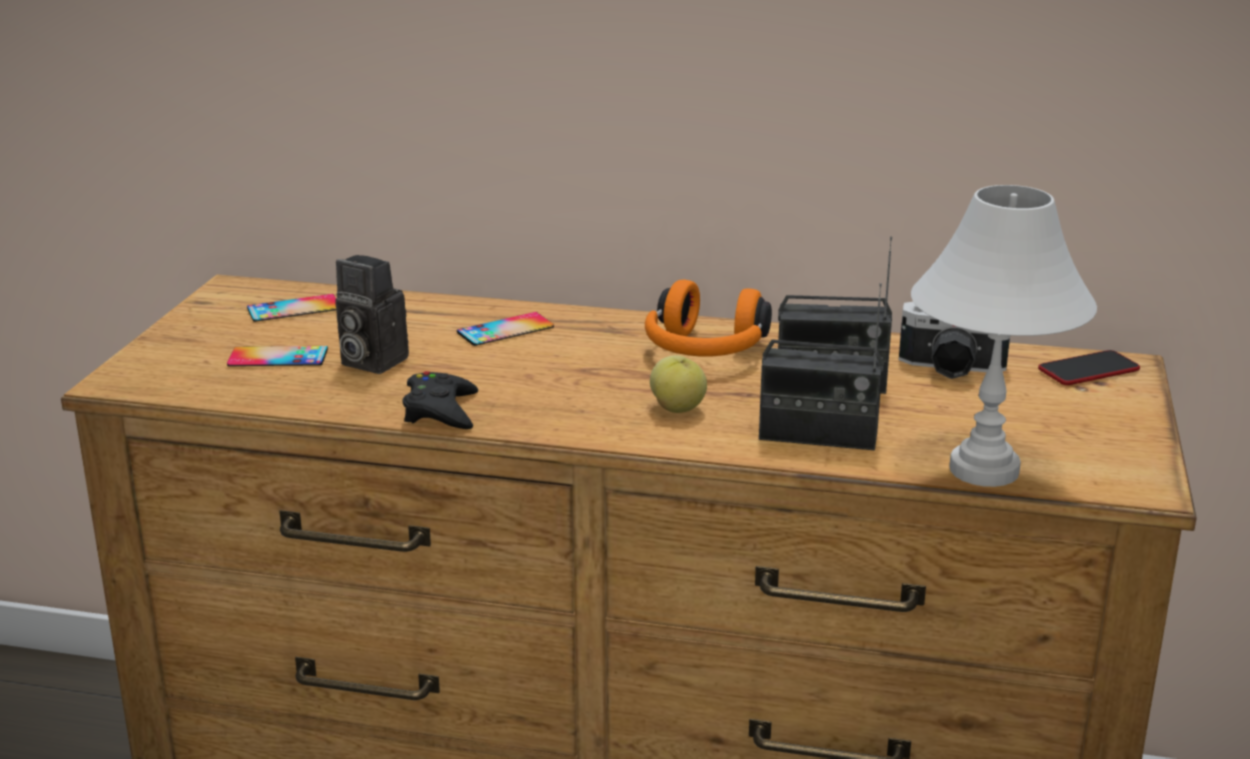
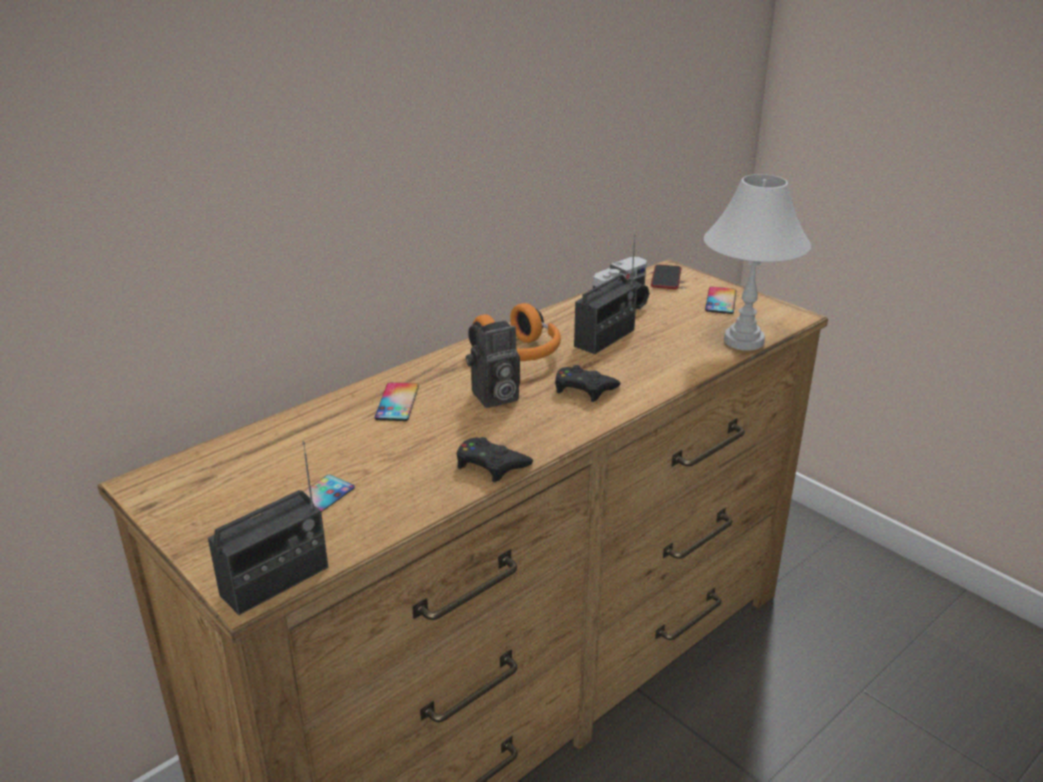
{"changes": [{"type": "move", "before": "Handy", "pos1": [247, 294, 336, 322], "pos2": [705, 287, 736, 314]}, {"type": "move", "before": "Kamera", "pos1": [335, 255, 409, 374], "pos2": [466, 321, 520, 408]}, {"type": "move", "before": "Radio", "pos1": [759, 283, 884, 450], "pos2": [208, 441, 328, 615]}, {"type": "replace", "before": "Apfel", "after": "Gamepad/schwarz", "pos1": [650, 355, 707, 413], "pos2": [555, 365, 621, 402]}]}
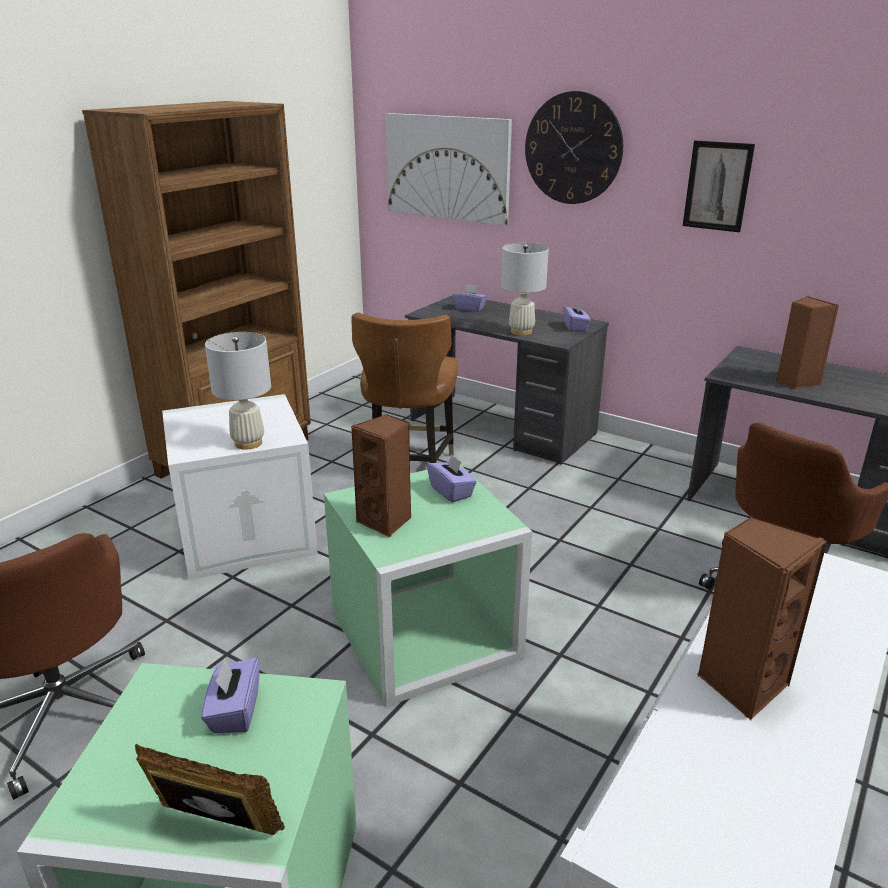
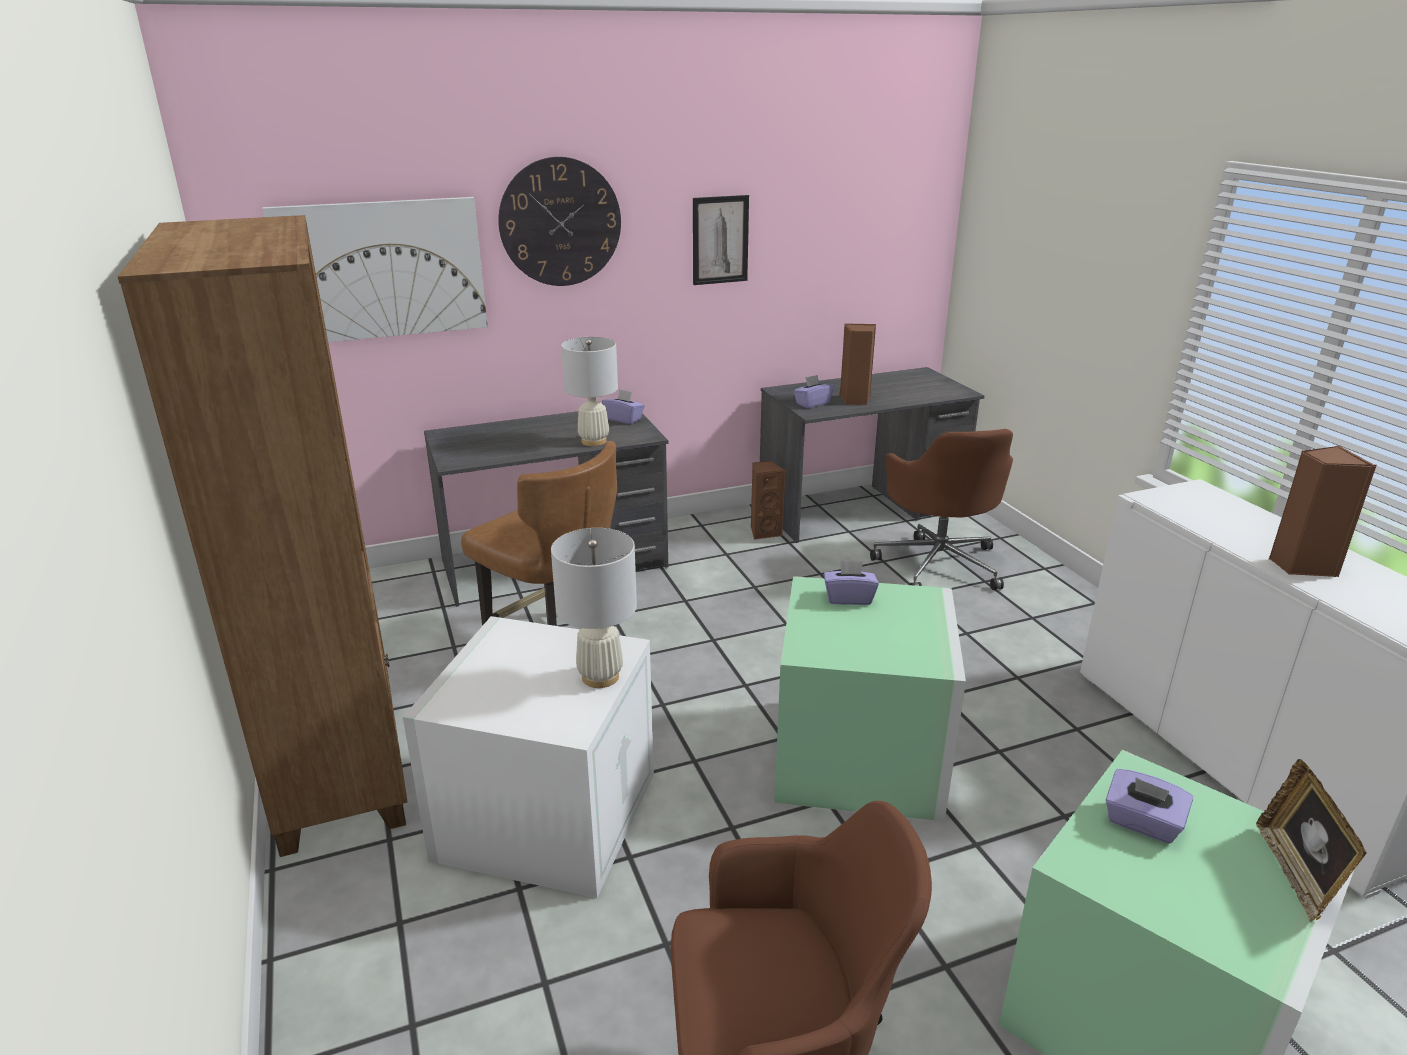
{"changes": [{"type": "move", "before": "Lautsprecher/braun", "pos1": [351, 414, 412, 537], "pos2": [751, 461, 785, 540]}, {"type": "move", "before": "Taschentuchbox/lila", "pos1": [453, 284, 487, 312], "pos2": [793, 375, 834, 408]}, {"type": "rotate", "before": "Bilderrahmen", "pos1": [135, 744, 285, 835], "pos2": [1256, 759, 1367, 922], "turn": -45}]}
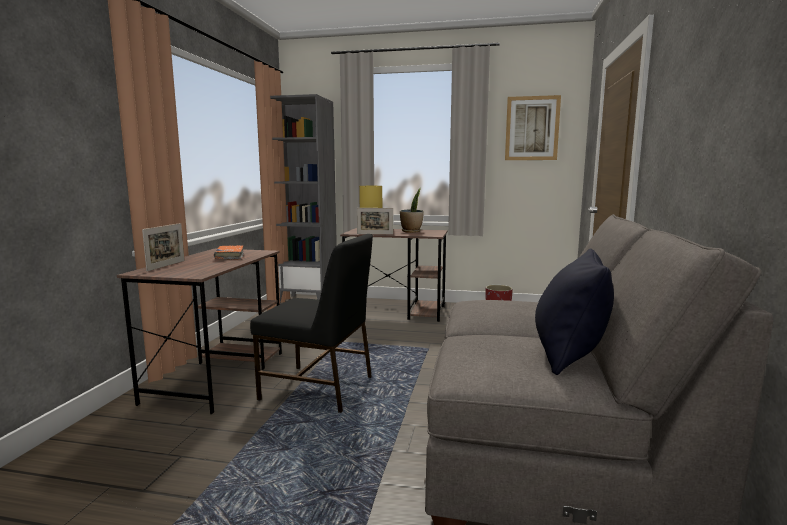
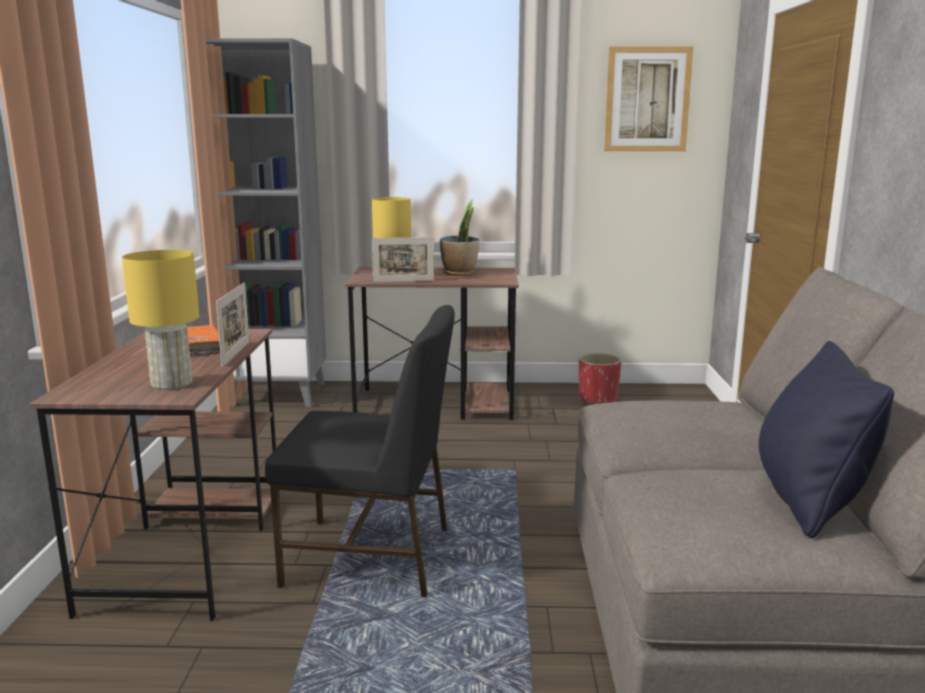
{"changes": [{"type": "insert", "after": "Tischlampe/gelb", "pos2": [122, 250, 200, 390]}, {"type": "move", "before": "Bilderrahmen", "pos1": [142, 223, 184, 271], "pos2": [216, 283, 250, 367]}]}
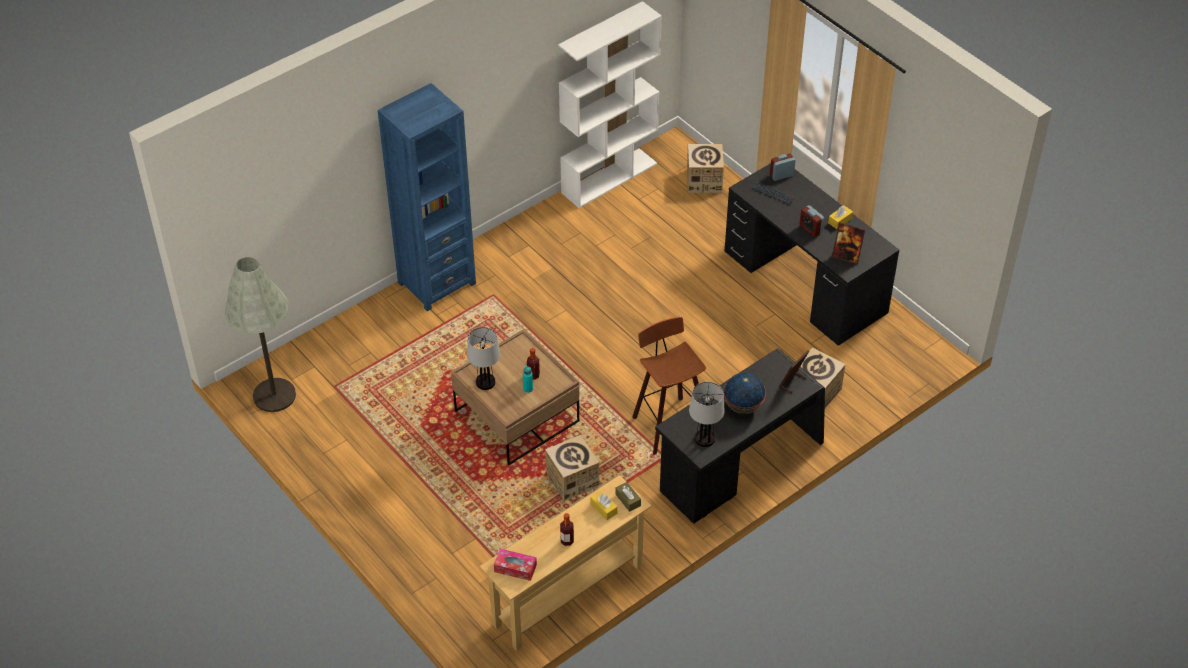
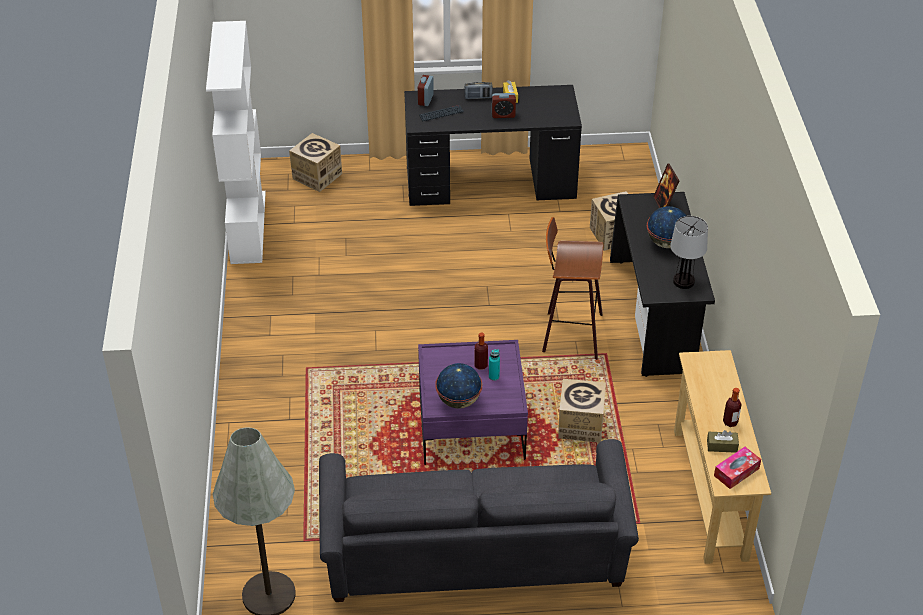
{"changes": [{"type": "delete", "before": "Bücherregal/blau", "pos1": [378, 83, 476, 312]}, {"type": "delete", "before": "Taschentuchbox/gelb", "pos1": [591, 491, 618, 520]}, {"type": "delete", "before": "Bilderrahmen", "pos1": [832, 222, 865, 264]}, {"type": "insert", "after": "Sofa/grau", "pos2": [319, 439, 639, 602]}, {"type": "insert", "after": "Radio", "pos2": [465, 82, 493, 99]}, {"type": "move", "before": "Taschentuchbox/braun", "pos1": [615, 482, 641, 512], "pos2": [707, 430, 739, 453]}, {"type": "replace", "before": "Tischlampe", "after": "Globus", "pos1": [467, 327, 501, 390], "pos2": [435, 363, 482, 408]}, {"type": "recolor", "before": "Couchtisch/braun", "after": "Couchtisch/lila", "pos1": [451, 329, 579, 466], "pos2": [418, 340, 528, 465]}]}
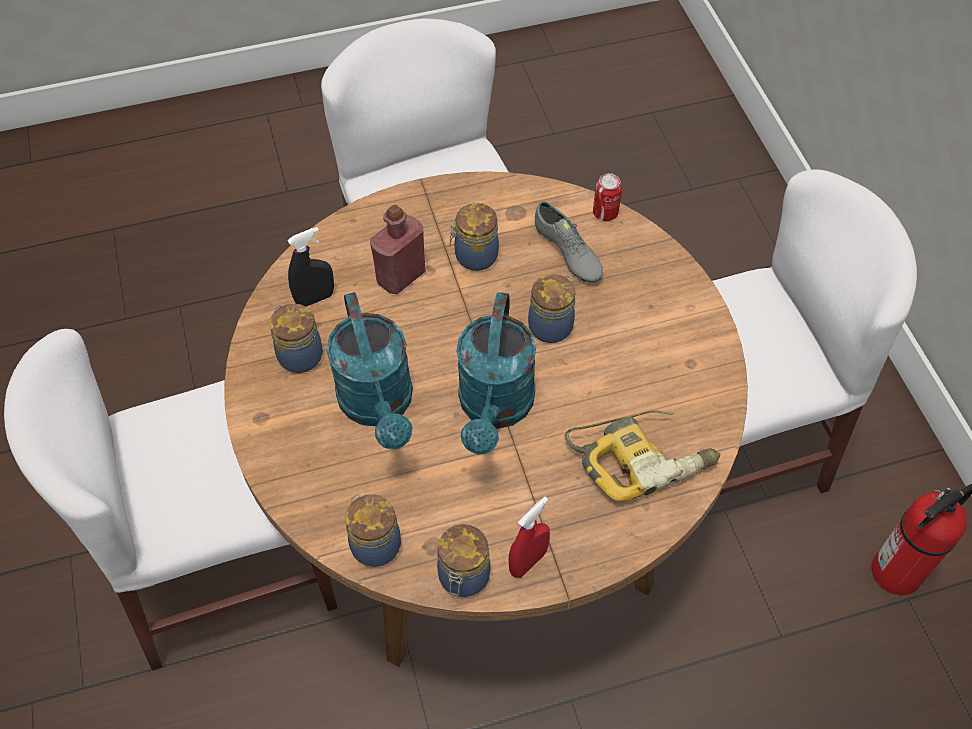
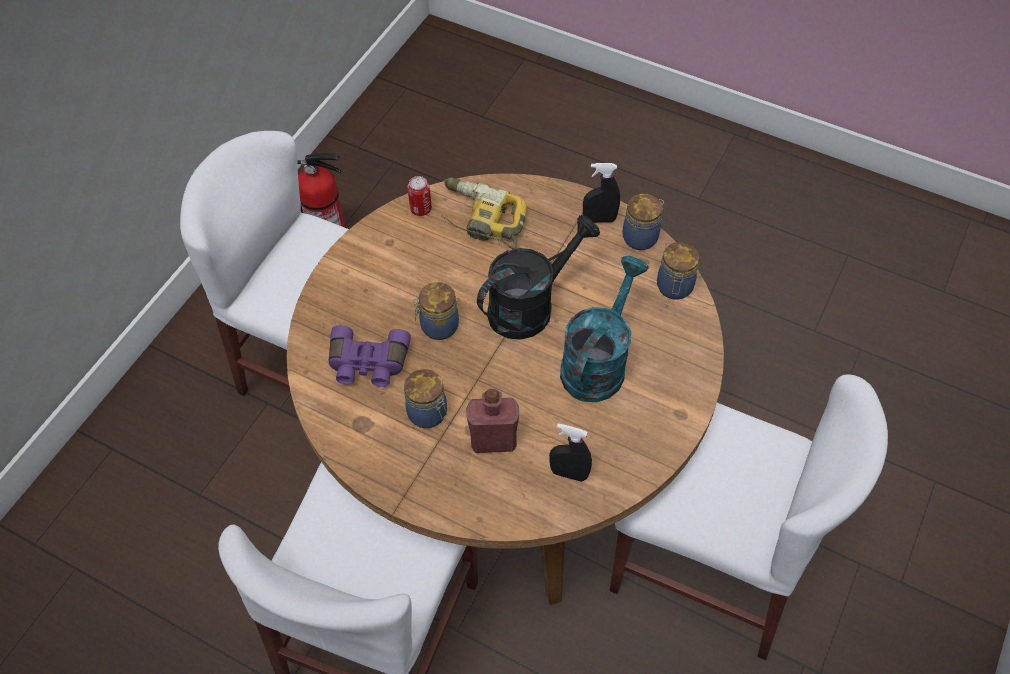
{"changes": [{"type": "delete", "before": "Vorratsglas", "pos1": [270, 303, 323, 373]}, {"type": "move", "before": "Dose", "pos1": [593, 173, 622, 221], "pos2": [408, 176, 432, 216]}, {"type": "replace", "before": "Schuh/grau", "after": "Fernglas/lila", "pos1": [535, 201, 603, 282], "pos2": [329, 325, 411, 387]}, {"type": "recolor", "before": "Gießkanne/türkis", "after": "Gießkanne/schwarz", "pos1": [457, 292, 536, 455], "pos2": [477, 215, 600, 340]}, {"type": "recolor", "before": "Sprühflasche/rot", "after": "Sprühflasche/schwarz", "pos1": [508, 497, 550, 578], "pos2": [583, 163, 620, 223]}]}
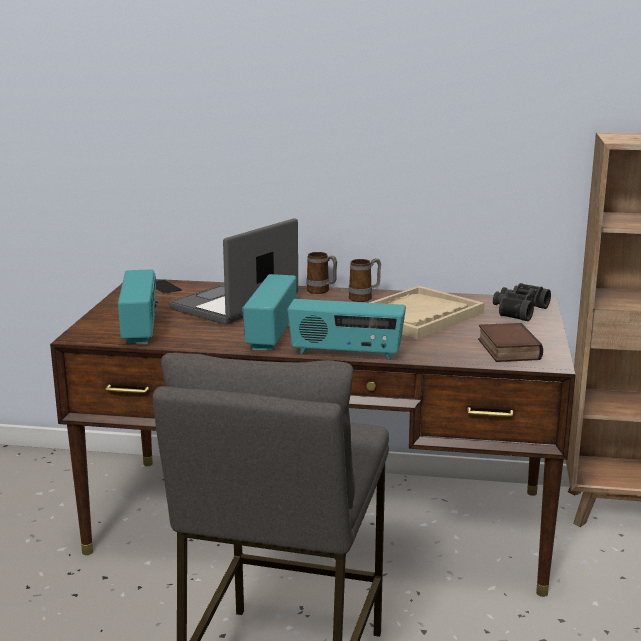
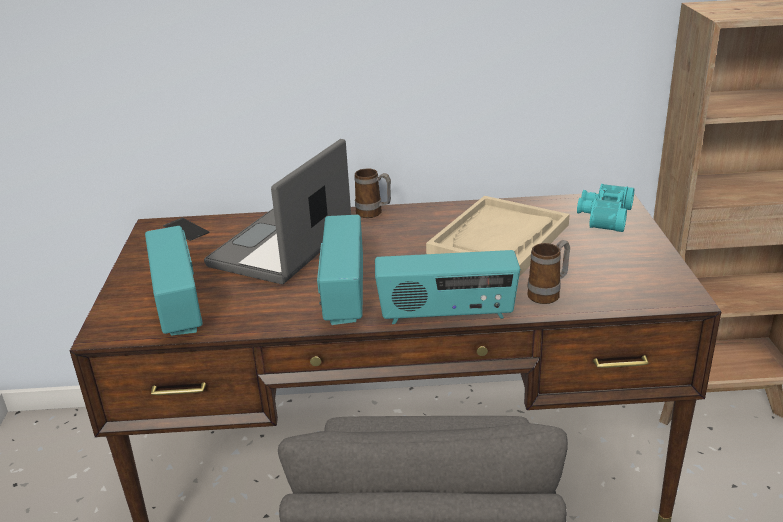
{"changes": [{"type": "delete", "before": "Buch", "pos1": [478, 323, 543, 362]}, {"type": "move", "before": "Henkelbecher", "pos1": [349, 258, 381, 302], "pos2": [527, 240, 570, 304]}, {"type": "recolor", "before": "Fernglas/schwarz", "after": "Fernglas/türkis", "pos1": [493, 283, 551, 321], "pos2": [577, 184, 634, 232]}]}
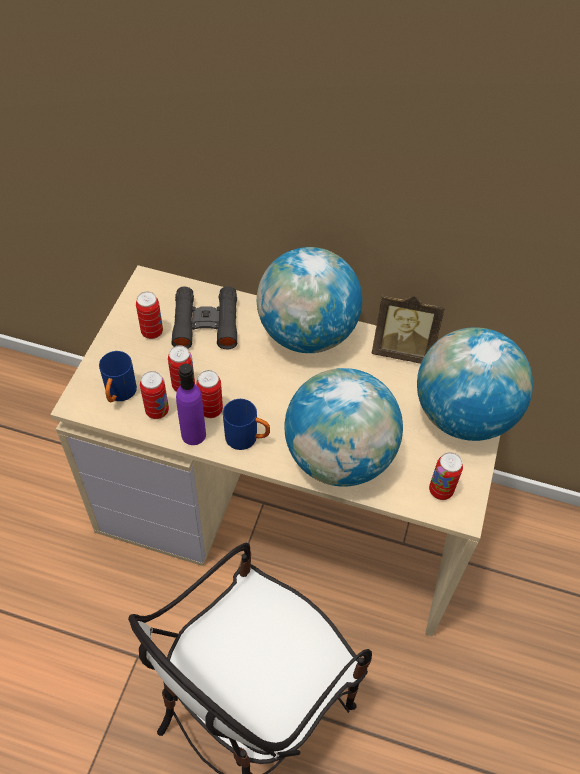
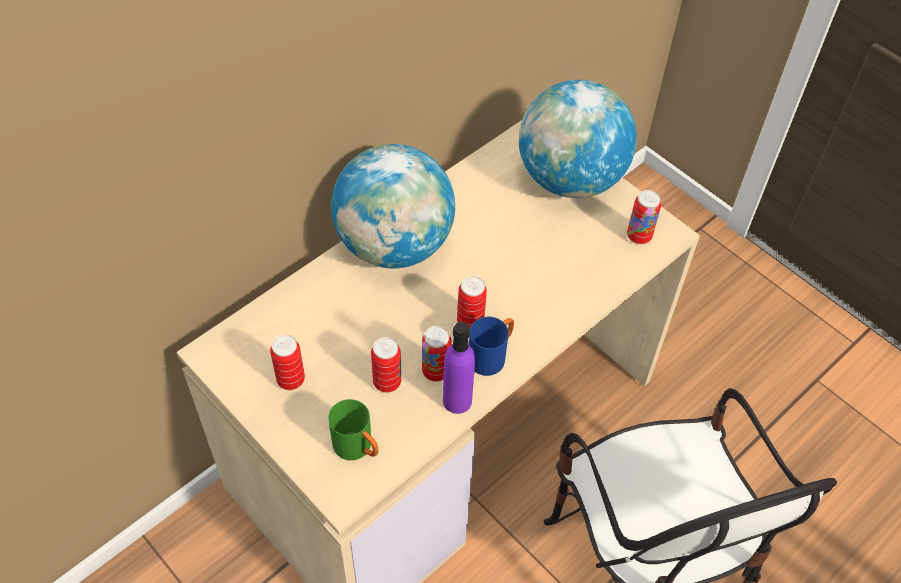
{"changes": [{"type": "delete", "before": "Fernglas/schwarz", "pos1": [171, 286, 237, 349]}, {"type": "delete", "before": "Globus", "pos1": [284, 368, 403, 487]}, {"type": "delete", "before": "Bilderrahmen", "pos1": [372, 294, 445, 364]}, {"type": "move", "before": "Dose", "pos1": [140, 371, 169, 419], "pos2": [457, 276, 487, 328]}, {"type": "recolor", "before": "Henkelbecher/blau", "after": "Henkelbecher/grün", "pos1": [99, 351, 137, 402], "pos2": [328, 399, 378, 460]}]}
